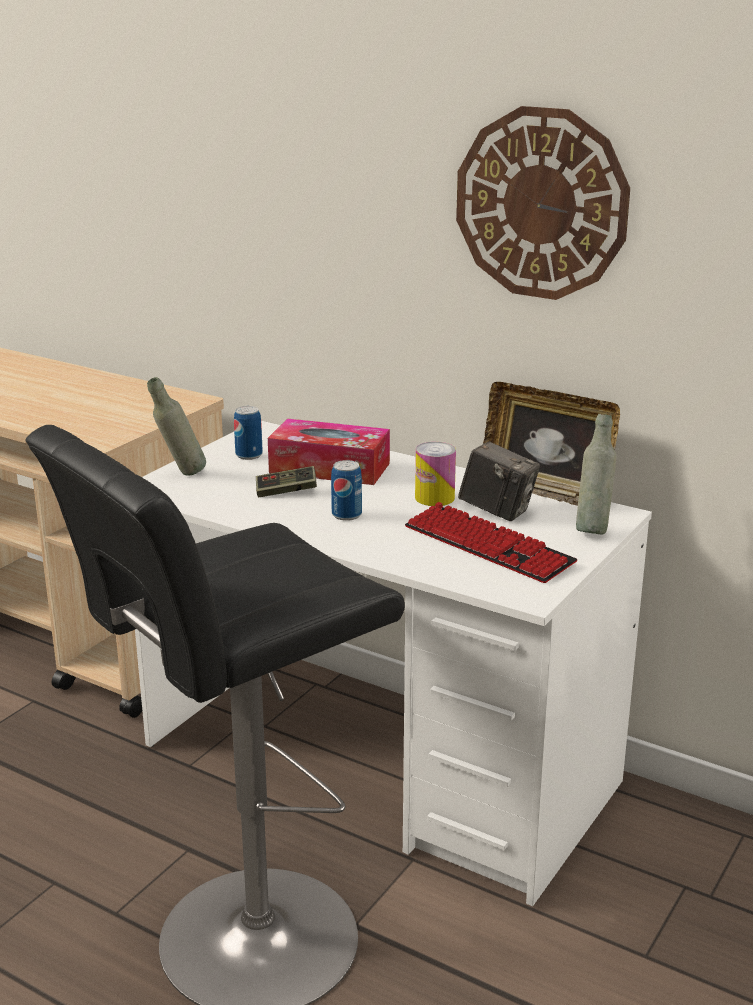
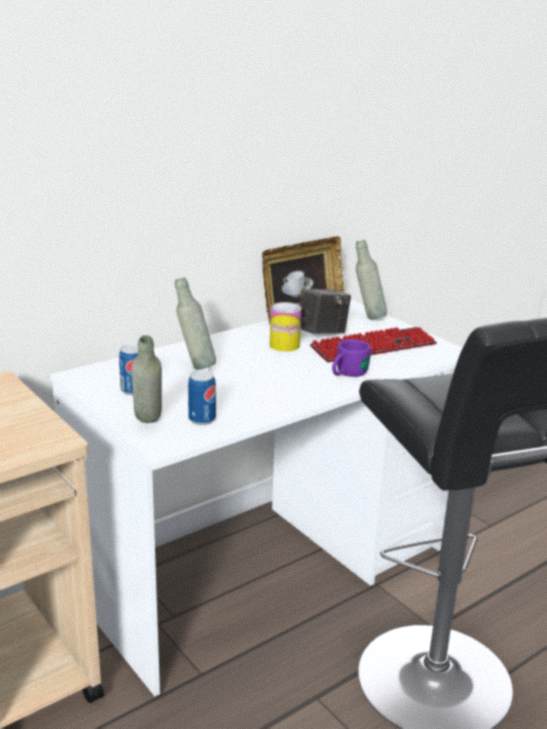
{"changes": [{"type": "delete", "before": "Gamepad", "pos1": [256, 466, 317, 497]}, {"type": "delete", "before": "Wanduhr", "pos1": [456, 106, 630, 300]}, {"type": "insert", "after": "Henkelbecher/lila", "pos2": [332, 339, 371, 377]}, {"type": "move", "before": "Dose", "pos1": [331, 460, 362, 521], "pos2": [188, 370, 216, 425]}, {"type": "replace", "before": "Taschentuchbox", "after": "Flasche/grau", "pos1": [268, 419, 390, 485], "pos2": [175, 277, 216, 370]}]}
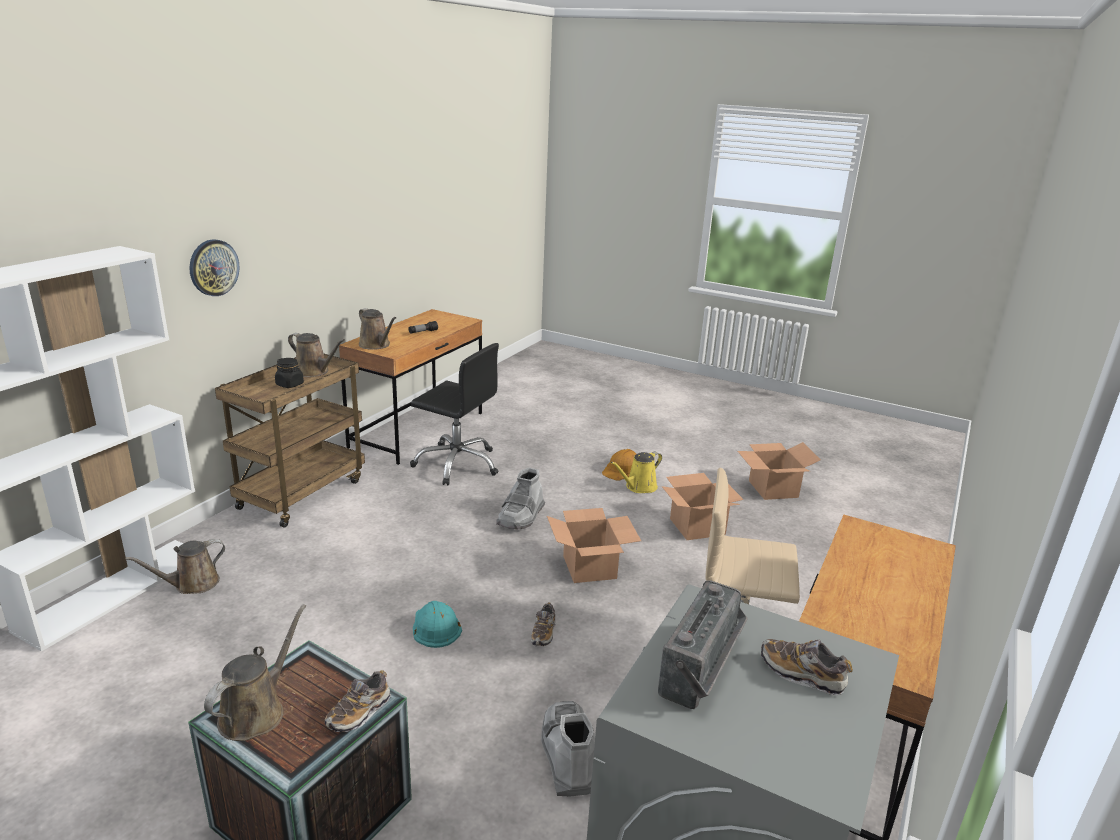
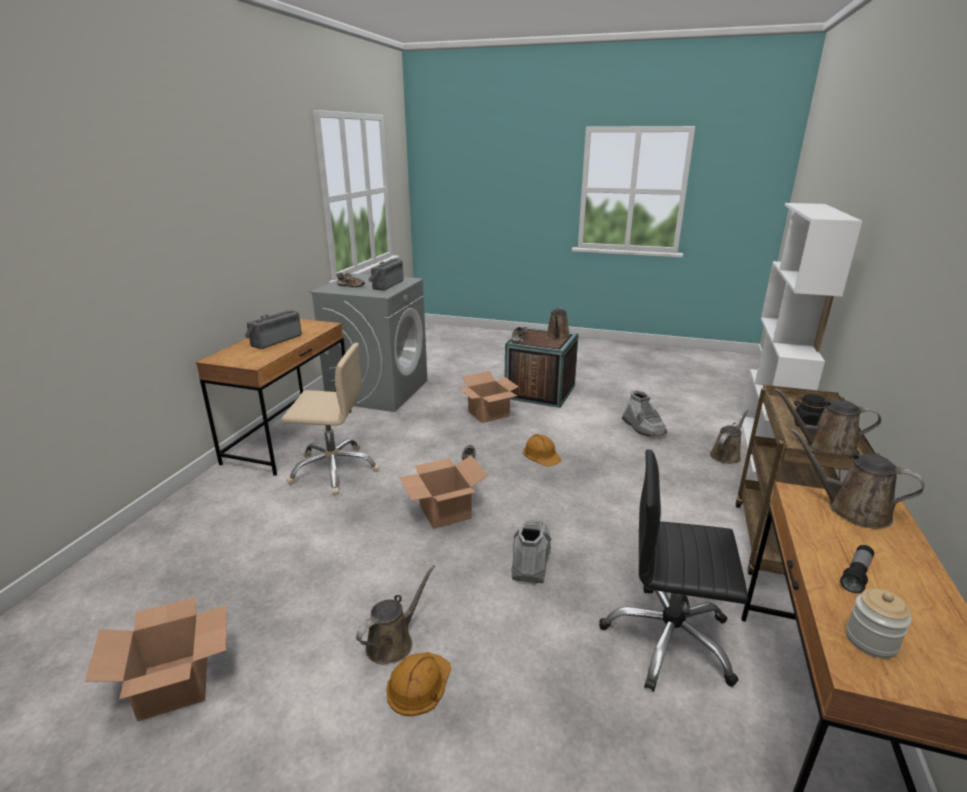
{"changes": [{"type": "delete", "before": "Wanduhr", "pos1": [189, 239, 239, 296]}, {"type": "insert", "after": "Radio", "pos2": [245, 310, 302, 349]}, {"type": "insert", "after": "Vorratsglas", "pos2": [846, 588, 912, 659]}, {"type": "move", "before": "Stiefel/grau", "pos1": [541, 701, 595, 796], "pos2": [622, 390, 667, 437]}, {"type": "move", "before": "Karton", "pos1": [662, 473, 744, 540], "pos2": [459, 371, 519, 423]}, {"type": "recolor", "before": "Schutzhelm/türkis", "after": "Schutzhelm/orange", "pos1": [413, 601, 462, 648], "pos2": [523, 434, 562, 466]}, {"type": "recolor", "before": "Gießkanne/gelb", "after": "Gießkanne/braun", "pos1": [611, 452, 662, 493], "pos2": [356, 565, 435, 665]}]}
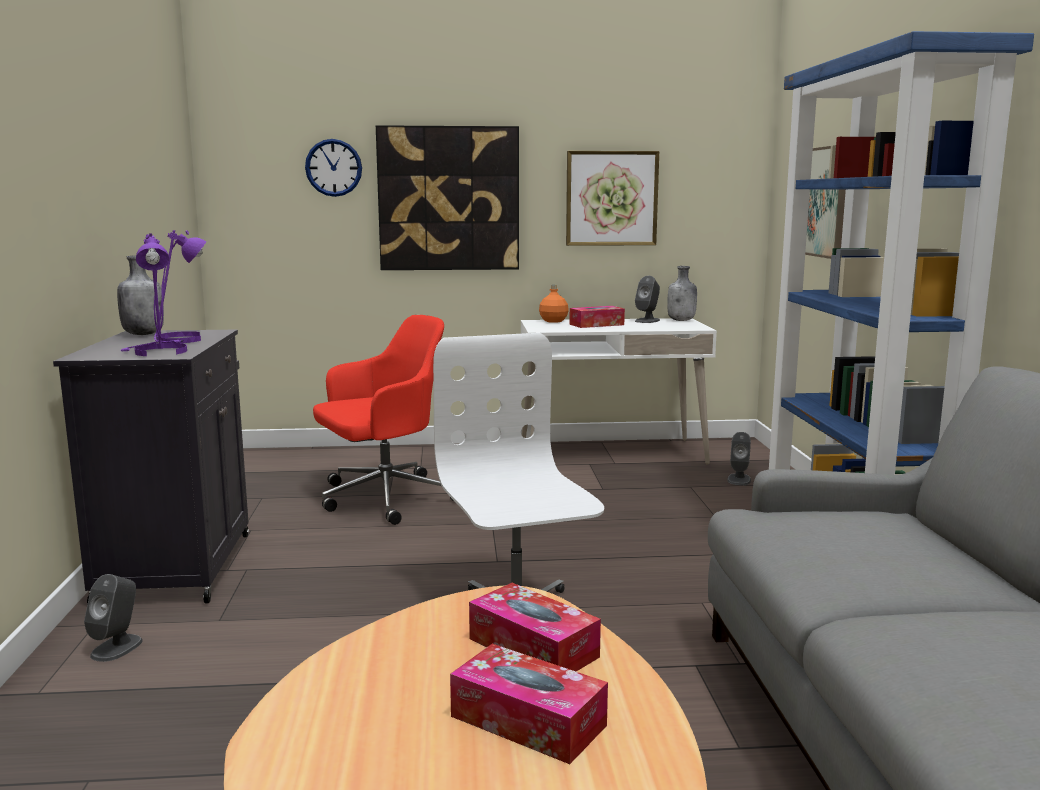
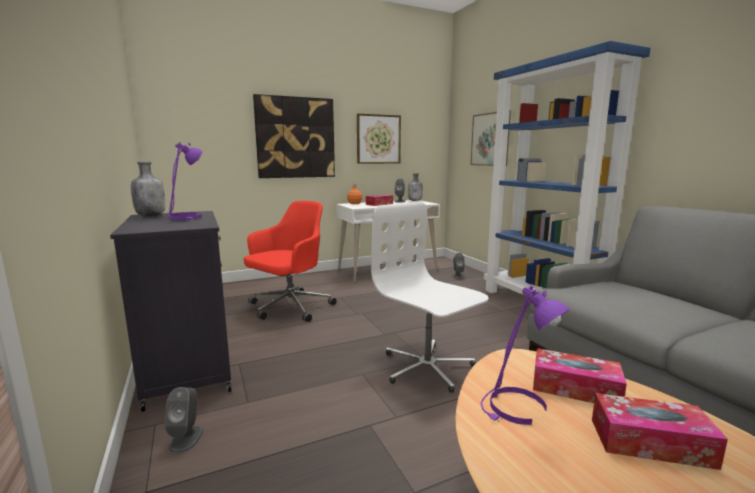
{"changes": [{"type": "delete", "before": "Wanduhr", "pos1": [305, 139, 362, 197]}, {"type": "move", "before": "Tischlampe/lila", "pos1": [121, 234, 187, 356], "pos2": [481, 286, 570, 425]}]}
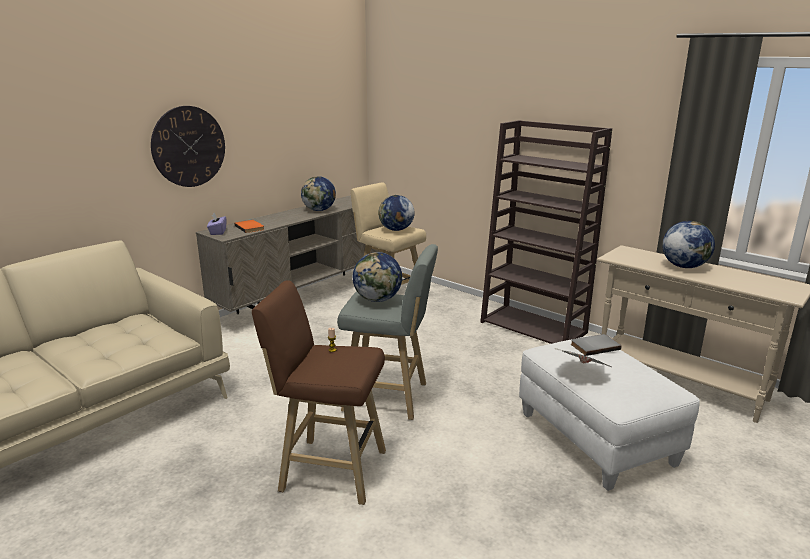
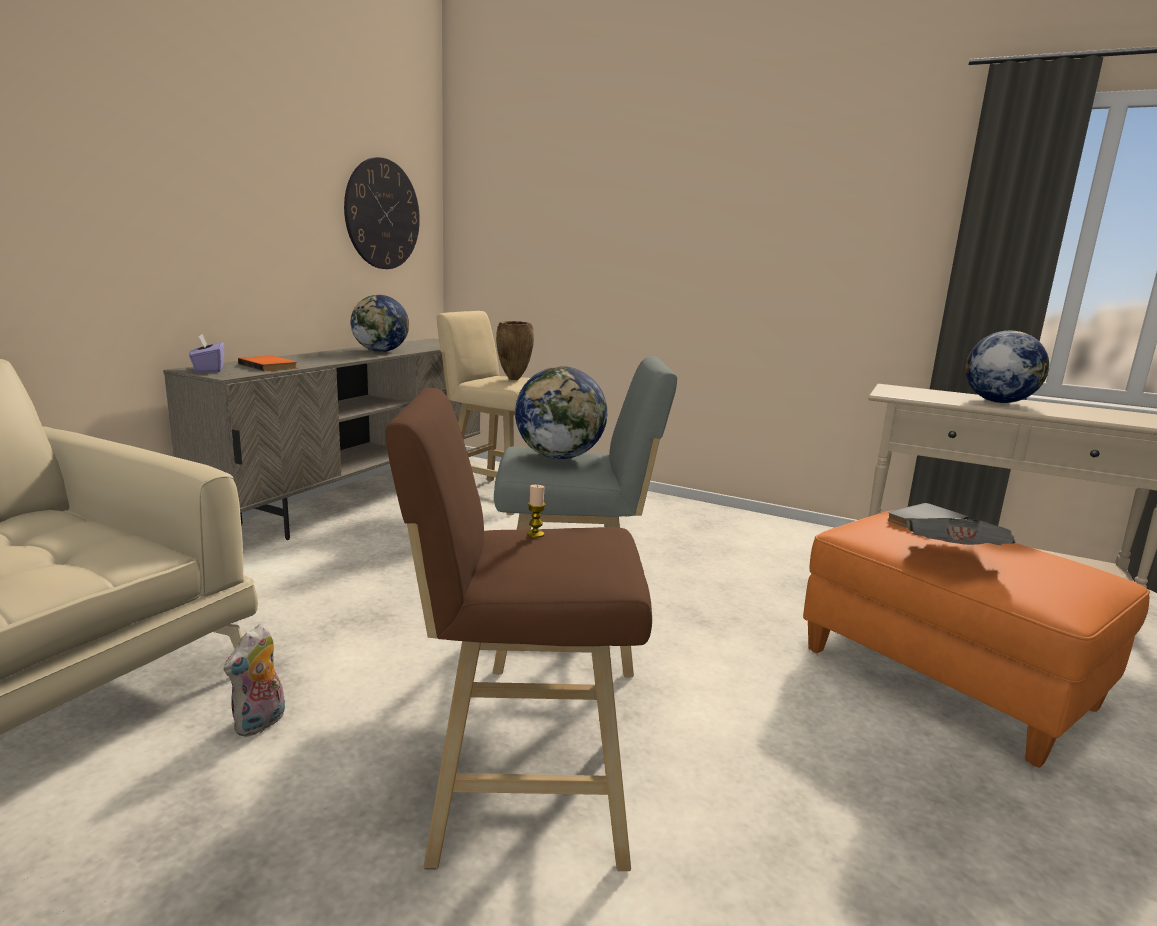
{"changes": [{"type": "delete", "before": "Bücherregal/braun", "pos1": [480, 120, 612, 344]}, {"type": "insert", "after": "Plüschtier", "pos2": [224, 624, 285, 737]}, {"type": "move", "before": "Wanduhr", "pos1": [151, 106, 225, 187], "pos2": [344, 157, 420, 269]}, {"type": "replace", "before": "Globus", "after": "Vase/braun", "pos1": [378, 195, 415, 231], "pos2": [496, 321, 534, 380]}, {"type": "recolor", "before": "Polsterhocker/weiß", "after": "Polsterhocker/orange", "pos1": [519, 336, 700, 491], "pos2": [803, 510, 1150, 768]}]}
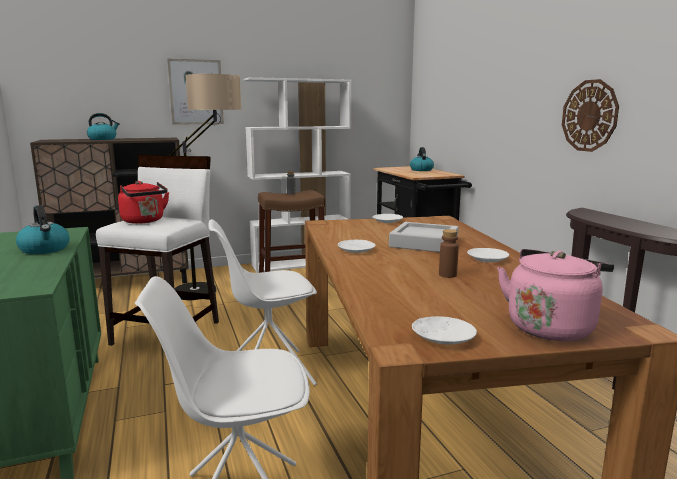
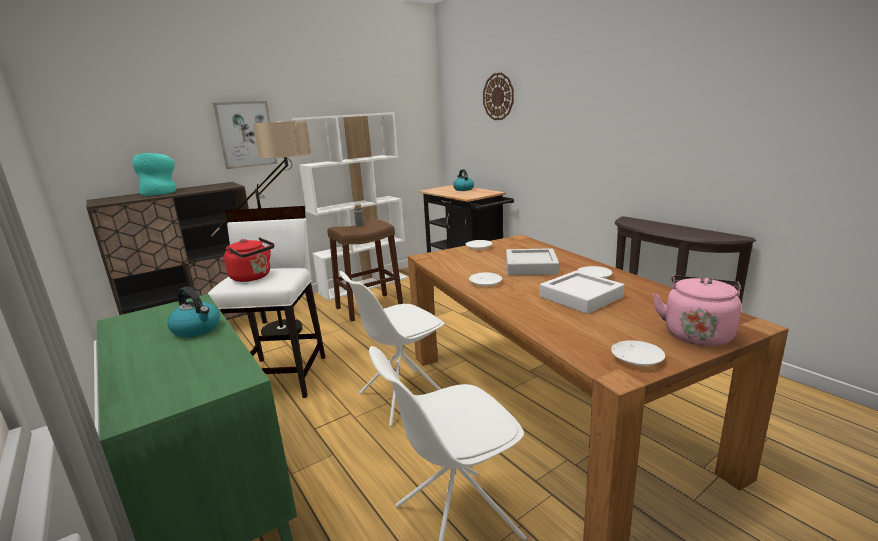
{"changes": [{"type": "move", "before": "Wanduhr", "pos1": [562, 79, 619, 152], "pos2": [483, 72, 514, 120]}, {"type": "replace", "before": "Wasserkessel", "after": "Vase/türkis", "pos1": [87, 113, 120, 140], "pos2": [132, 153, 176, 196]}, {"type": "replace", "before": "Flasche/braun", "after": "Tablett/weiß", "pos1": [439, 229, 459, 278], "pos2": [540, 271, 625, 314]}]}
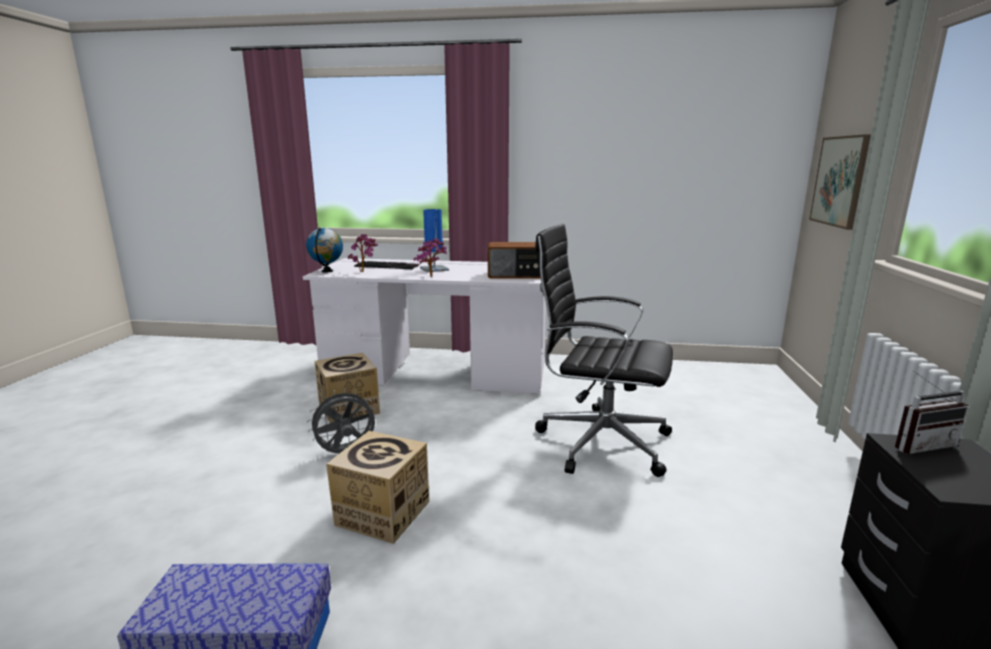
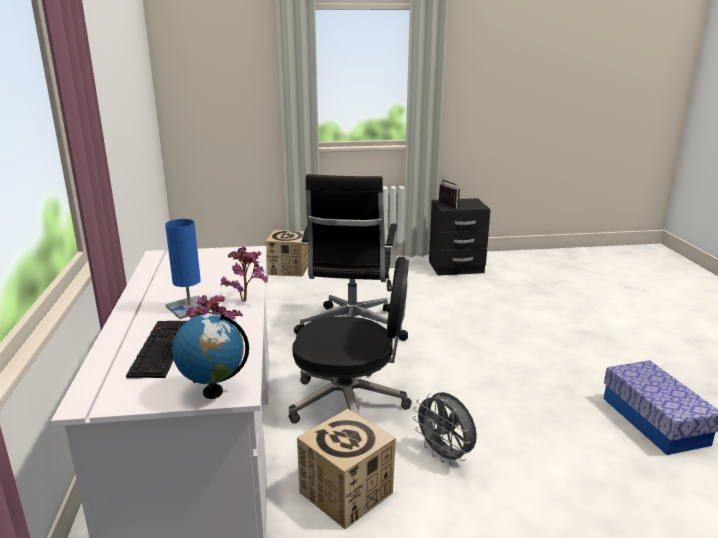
{"changes": [{"type": "delete", "before": "Radio", "pos1": [488, 242, 541, 278]}, {"type": "delete", "before": "Bild", "pos1": [809, 134, 871, 230]}, {"type": "insert", "after": "Bürostuhl/schwarz", "pos2": [288, 257, 412, 424]}, {"type": "move", "before": "Karton", "pos1": [326, 431, 429, 544], "pos2": [265, 229, 308, 277]}]}
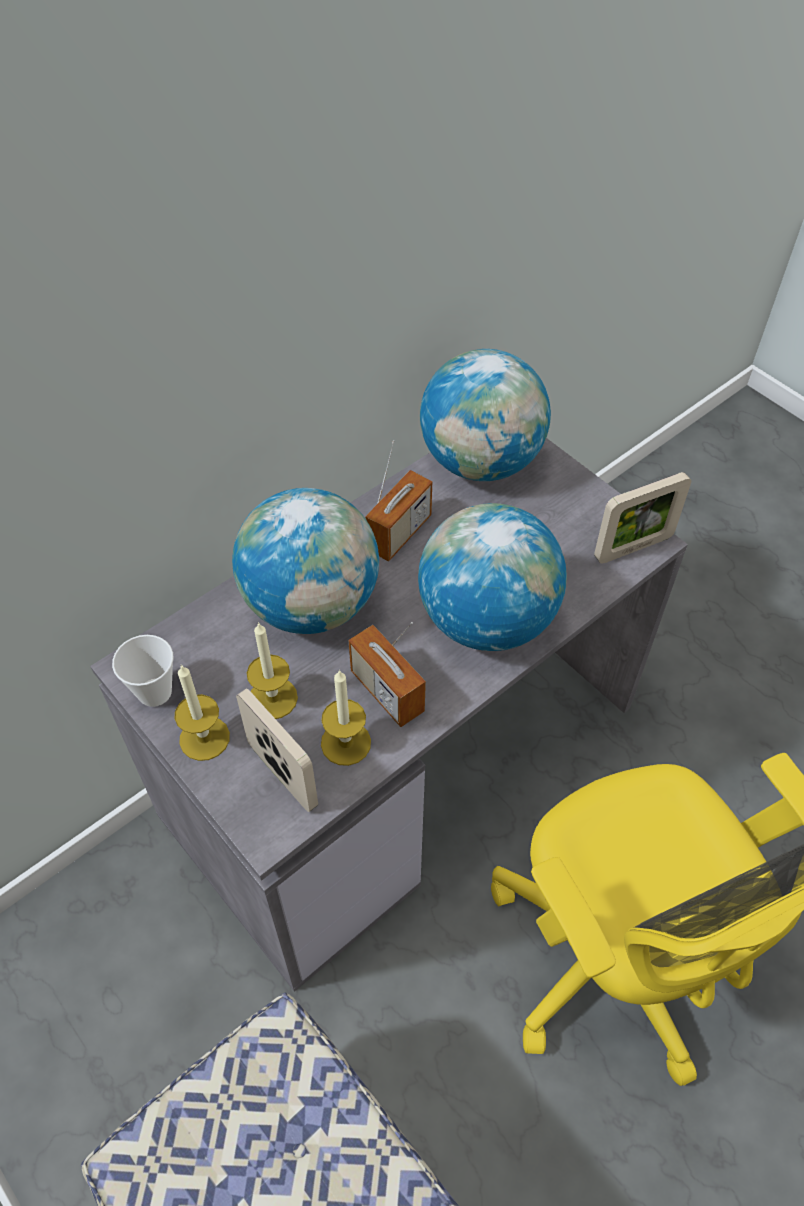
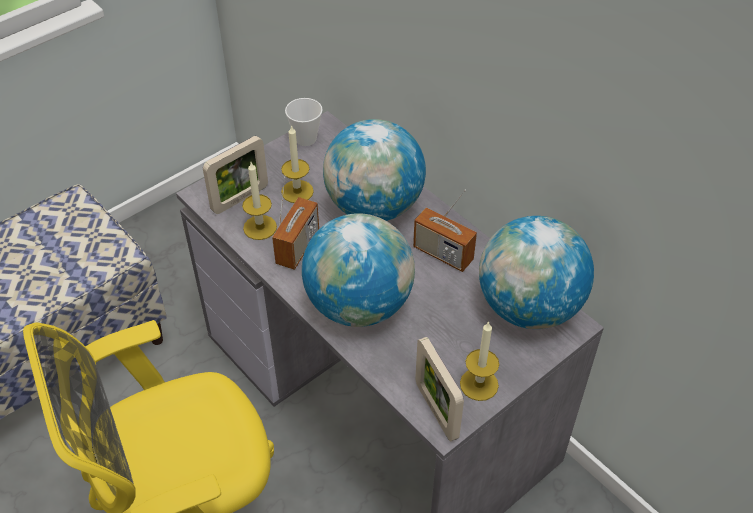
{"changes": [{"type": "move", "before": "Kerze", "pos1": [174, 665, 230, 761], "pos2": [460, 321, 499, 401]}, {"type": "rotate", "before": "Radio", "pos1": [348, 622, 426, 727], "pos2": [272, 175, 319, 270], "turn": 150}]}
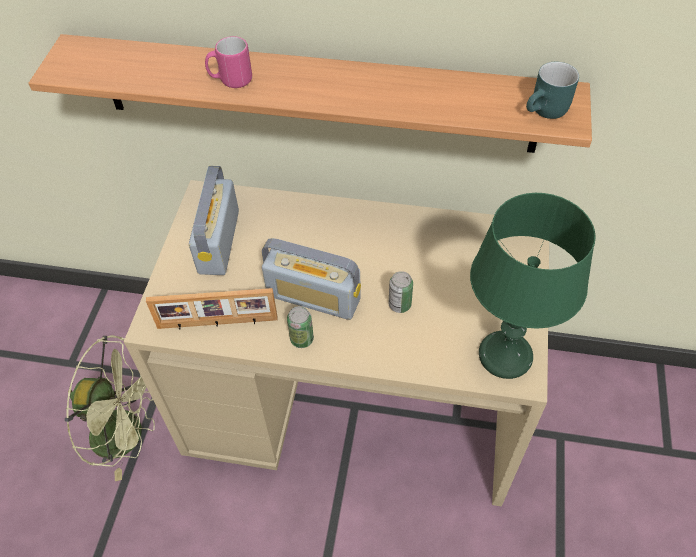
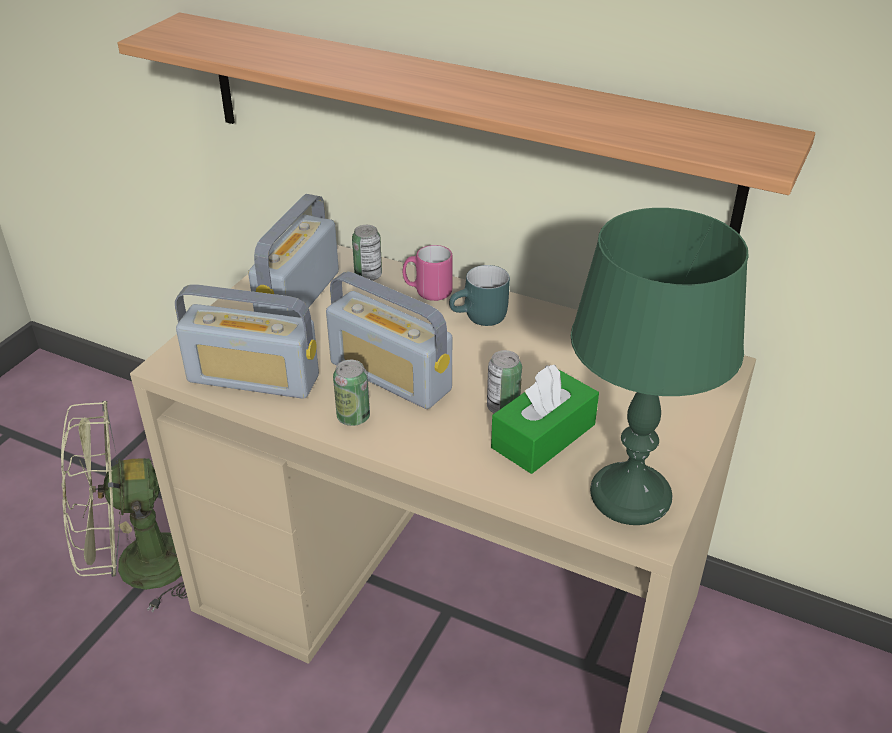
{"changes": [{"type": "insert", "after": "Dose", "pos2": [352, 225, 382, 281]}, {"type": "insert", "after": "Taschentuchbox/grün", "pos2": [491, 365, 599, 474]}, {"type": "move", "before": "Henkelbecher/rosa", "pos1": [205, 36, 252, 88], "pos2": [403, 245, 453, 301]}, {"type": "move", "before": "Henkelbecher/türkis", "pos1": [526, 62, 579, 119], "pos2": [449, 265, 510, 326]}, {"type": "replace", "before": "Bilderrahmen", "after": "Radio", "pos1": [146, 288, 278, 330], "pos2": [175, 284, 319, 399]}, {"type": "rotate", "before": "Ventilator/grün", "pos1": [65, 335, 155, 481], "pos2": [61, 401, 187, 613], "turn": 135}]}
